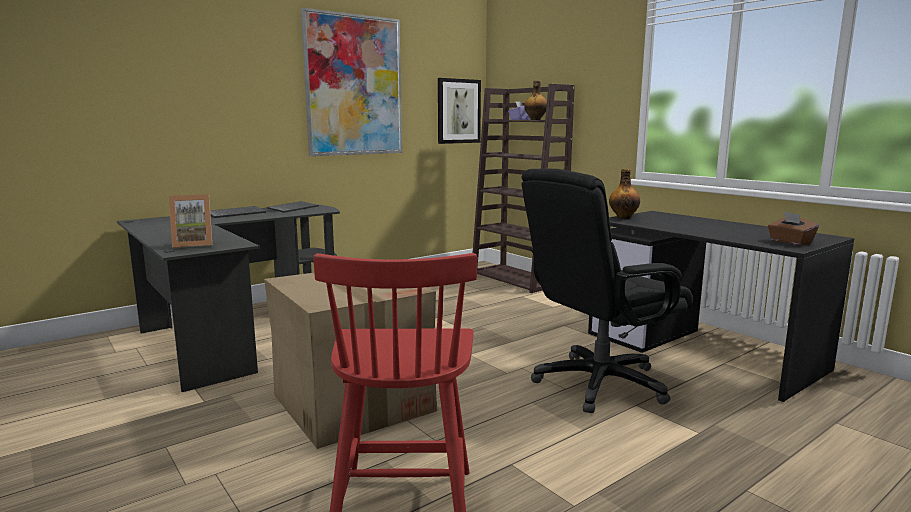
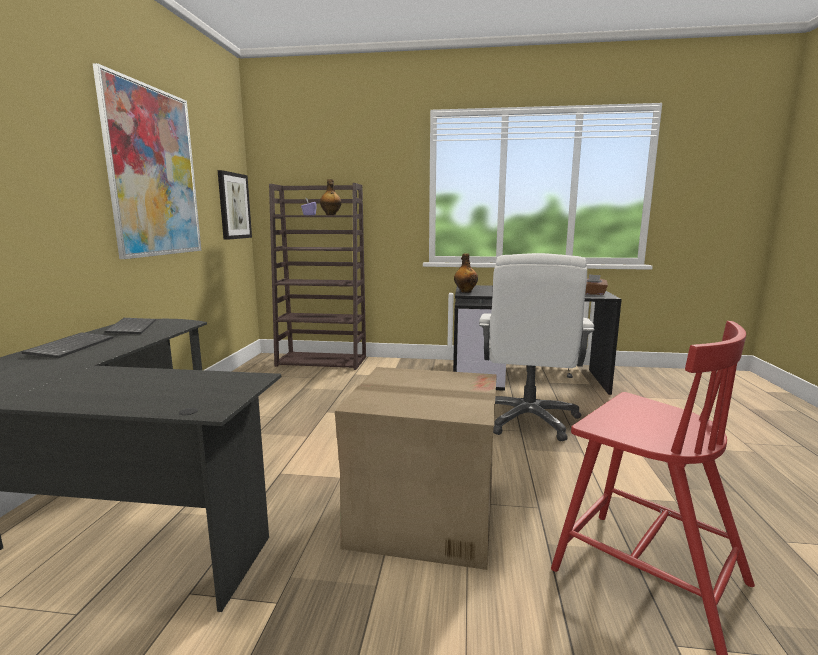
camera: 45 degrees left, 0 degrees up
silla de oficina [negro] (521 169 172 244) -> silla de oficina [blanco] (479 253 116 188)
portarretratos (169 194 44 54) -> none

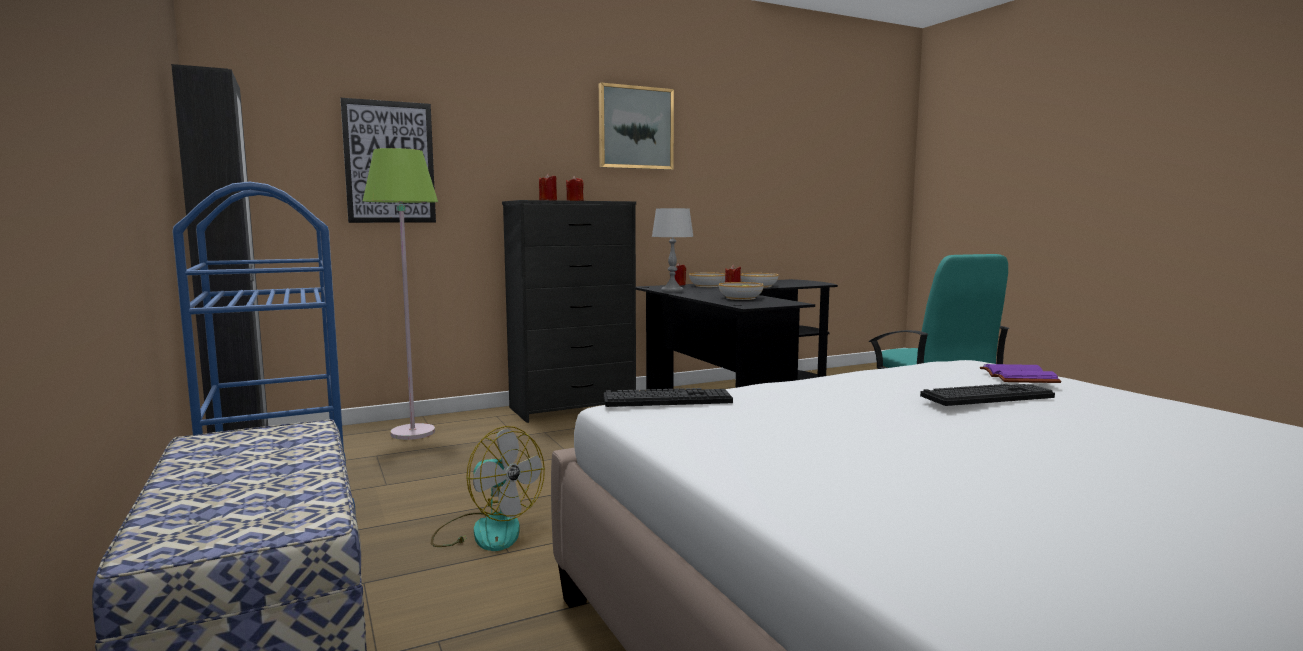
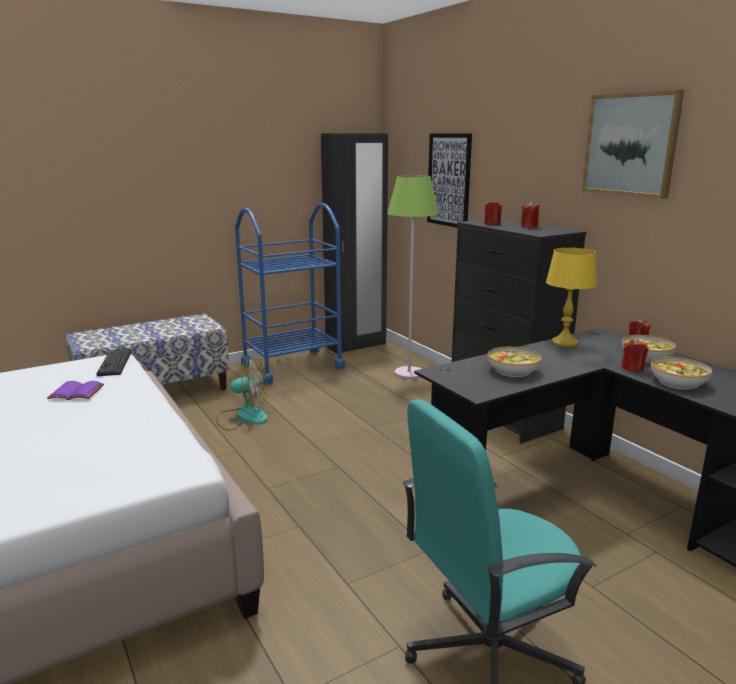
camera: 85 degrees right, 10 degrees up
lámpara de mesa [gris] (652 208 42 84) -> lámpara de mesa [amarillo] (546 248 51 100)
libro [morado] (980 364 82 19) -> libro [morado] (47 381 57 19), relocated
teclado (920 384 135 22) -> none
ventilador (431 426 114 125) -> ventilador (216 357 52 73), 120 degrees counterclockwise

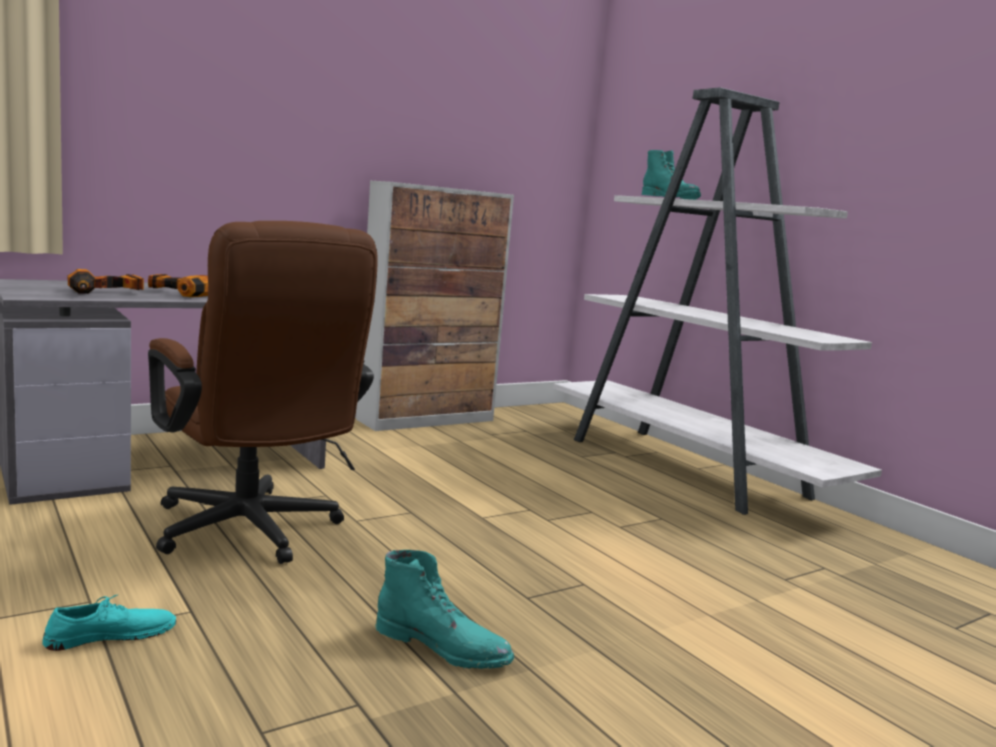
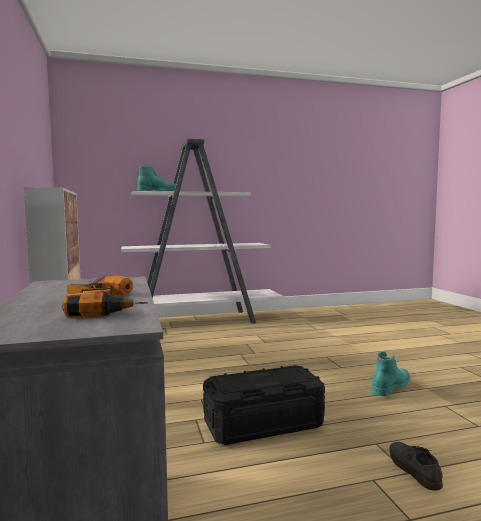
camera: 70 degrees left, 5 degrees down
silla de oficina [marrón] (148 221 230 343) -> caja de almacenaje [negro] (203 365 122 80)
zapato [turquesa] (42 595 134 56) -> zapato [gris] (389 442 54 49)

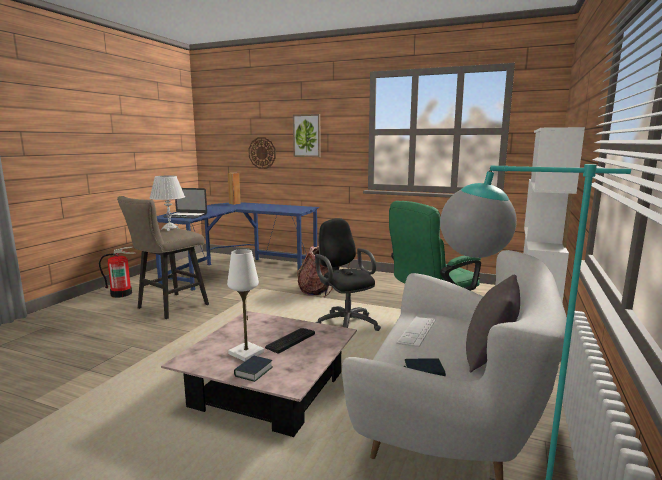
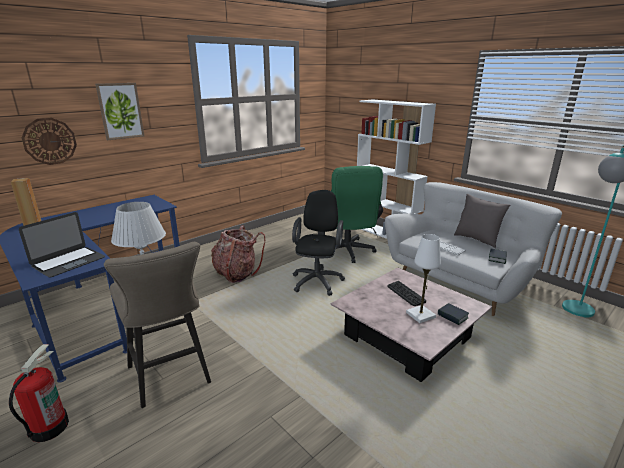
camera: 65 degrees left, 10 degrees up
silla de oficina [negro] (315 218 66 113) -> silla de oficina [negro] (292 190 53 106), 105 degrees clockwise

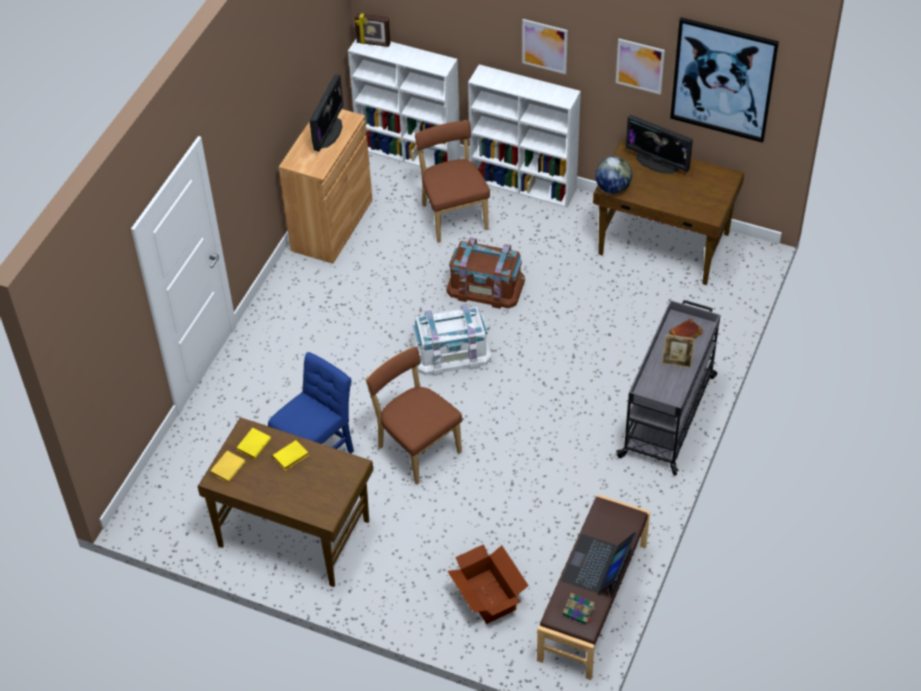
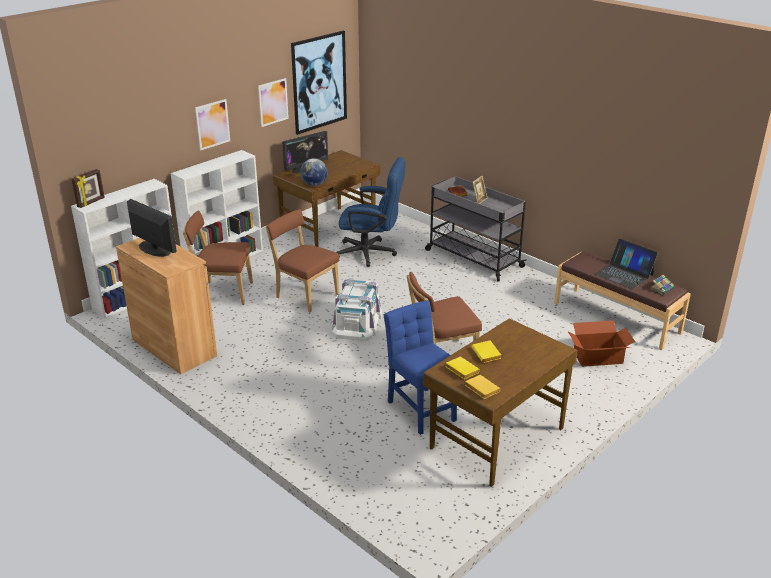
camera: 70 degrees left, 20 degrees down
caja de almacenaje [marrón] (446 237 79 72) -> silla [marrón] (266 209 73 103)
none -> silla de oficina [azul] (336 157 69 110)

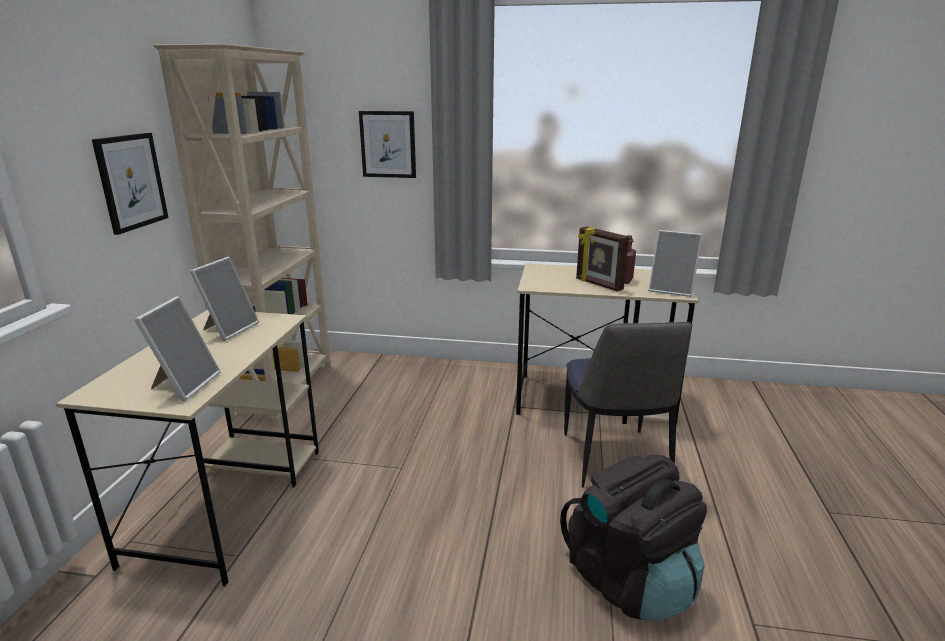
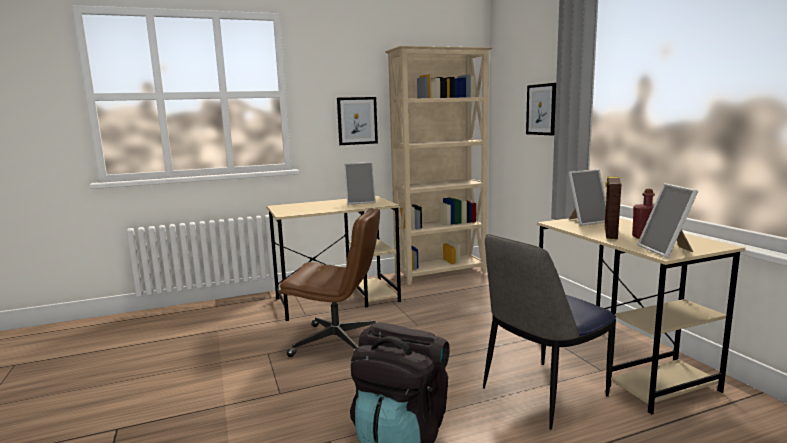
camera: 60 degrees right, 10 degrees down
portarretratos (134 296 86 105) -> portarretratos (569 169 37 57), relocated
none -> silla de oficina [marrón] (280 208 100 149)

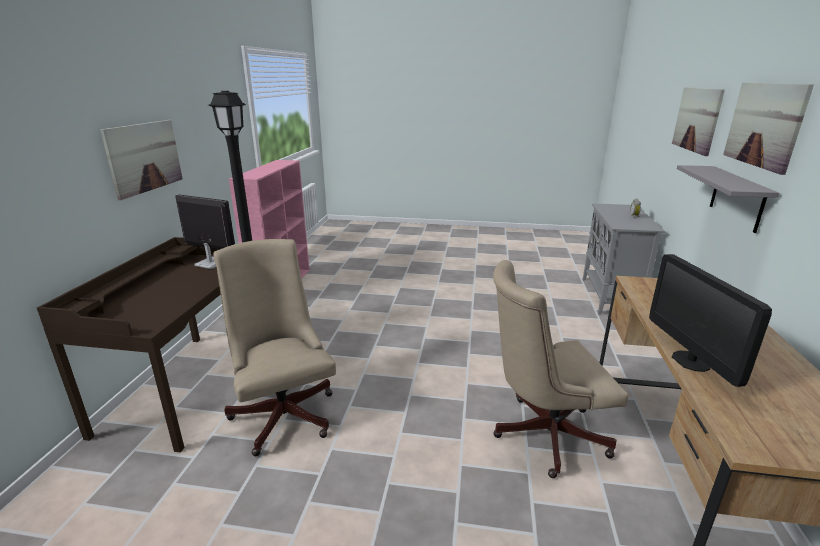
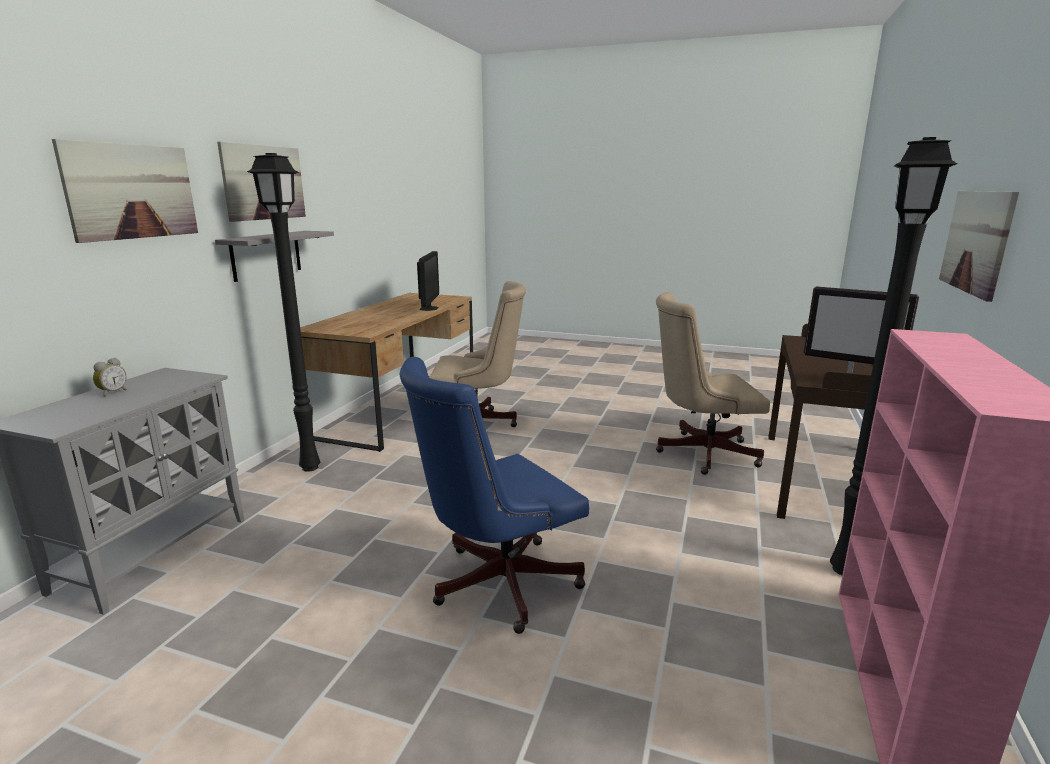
camera: 170 degrees left, 5 degrees down
silla de oficina [beis] (213 239 123 217) -> silla de oficina [beis] (656 292 114 183), 105 degrees clockwise
none -> lámpara de pie [negro] (247 153 73 319)
none -> silla de oficina [azul] (400 357 189 277)

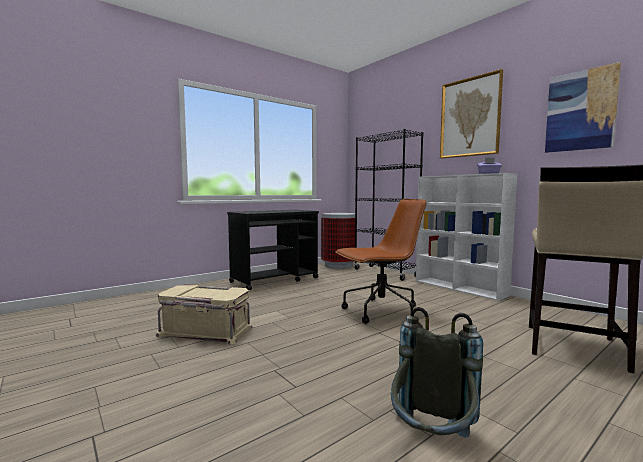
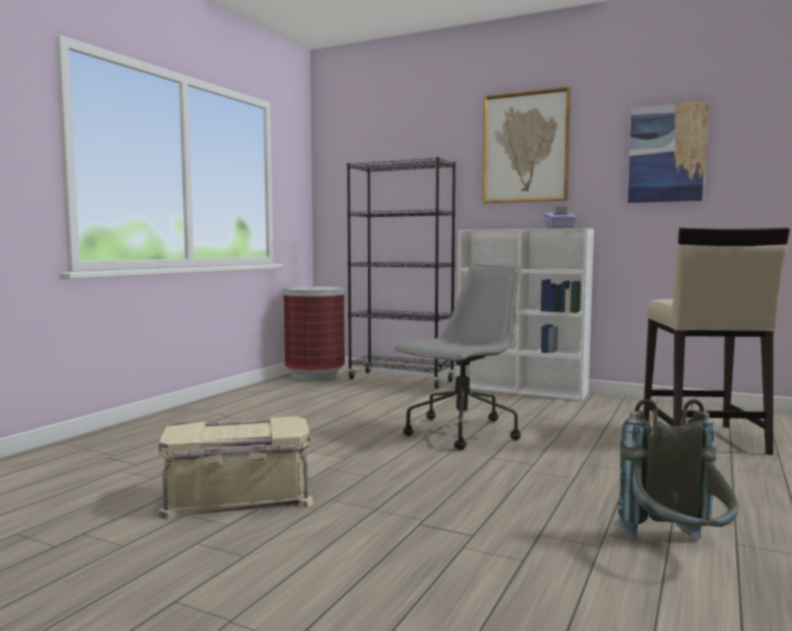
camera: 25 degrees left, 0 degrees up
silla de oficina [marrón] (336 199 91 125) -> silla de oficina [gris] (393 265 128 185)
carrito [negro] (227 210 92 80) -> none

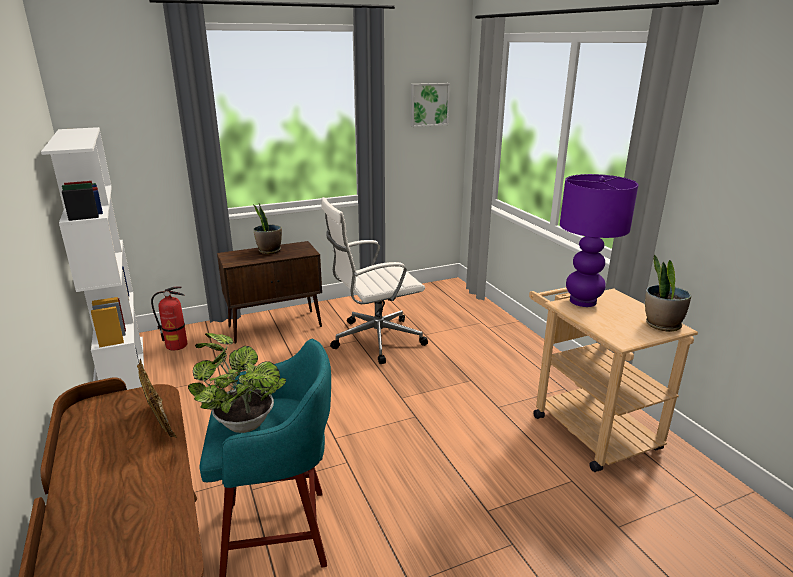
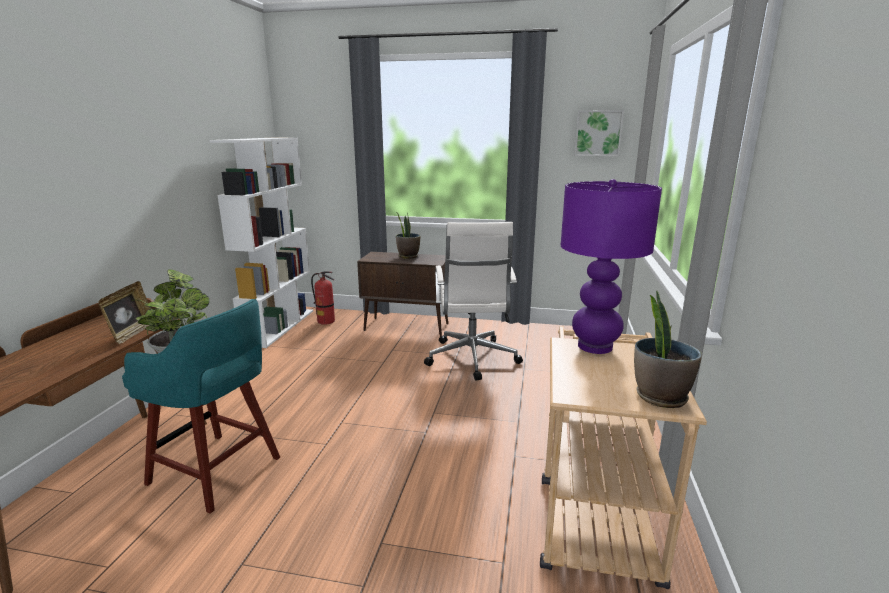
camera: 35 degrees right, 5 degrees down
silla de oficina [blanco] (321 197 107 167) -> silla de oficina [blanco] (424 222 99 159), 105 degrees counterclockwise

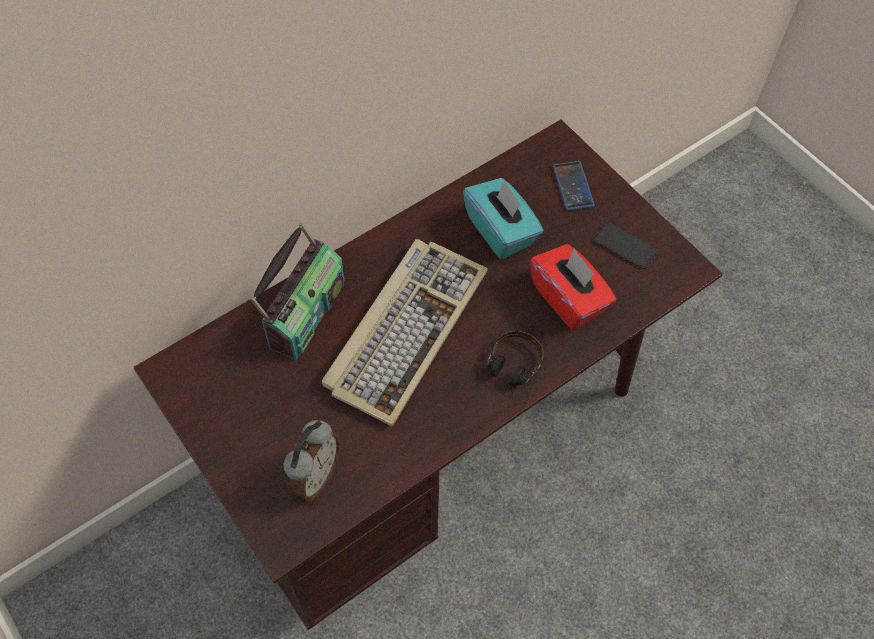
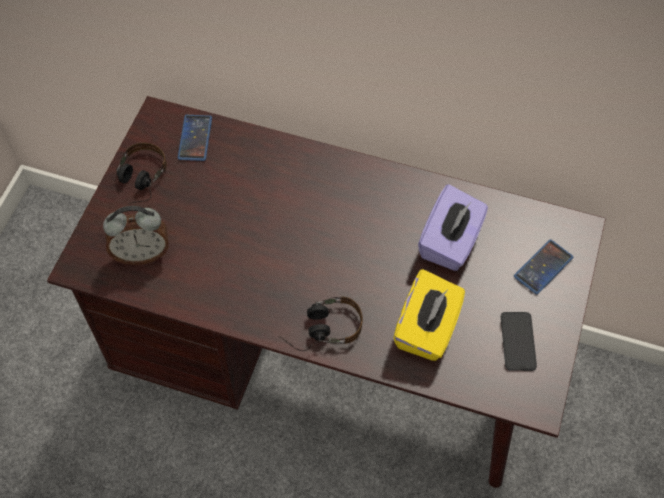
camera: 55 degrees right, 0 degrees up
caja de pañuelos [turquesa] (463 178 80 81) -> caja de pañuelos [morado] (418 184 70 87)
radio (250 223 95 137) -> none
teclado (322 239 165 187) -> none
caja de pañuelos [rojo] (530 244 86 86) -> caja de pañuelos [amarillo] (393 269 72 92)
none -> móvil (178 115 34 46)
none -> auriculares (116 143 51 61)

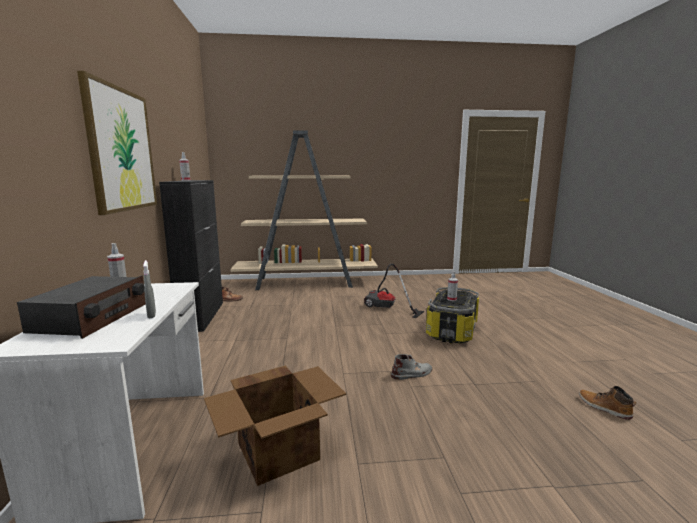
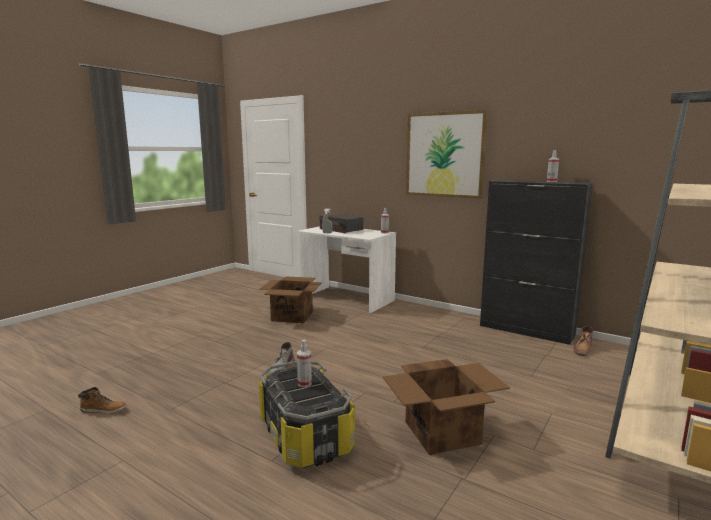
camera: 130 degrees right, 0 degrees up
aspiradora (364 264 60 54) -> caja de cartón (383 359 127 96)

